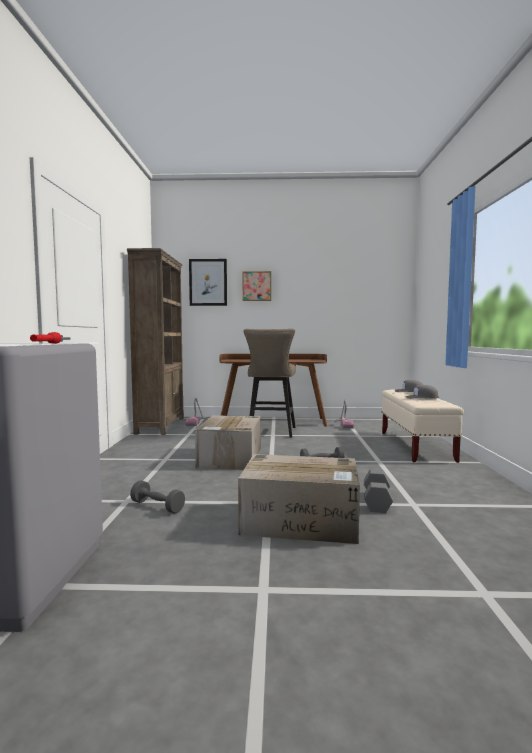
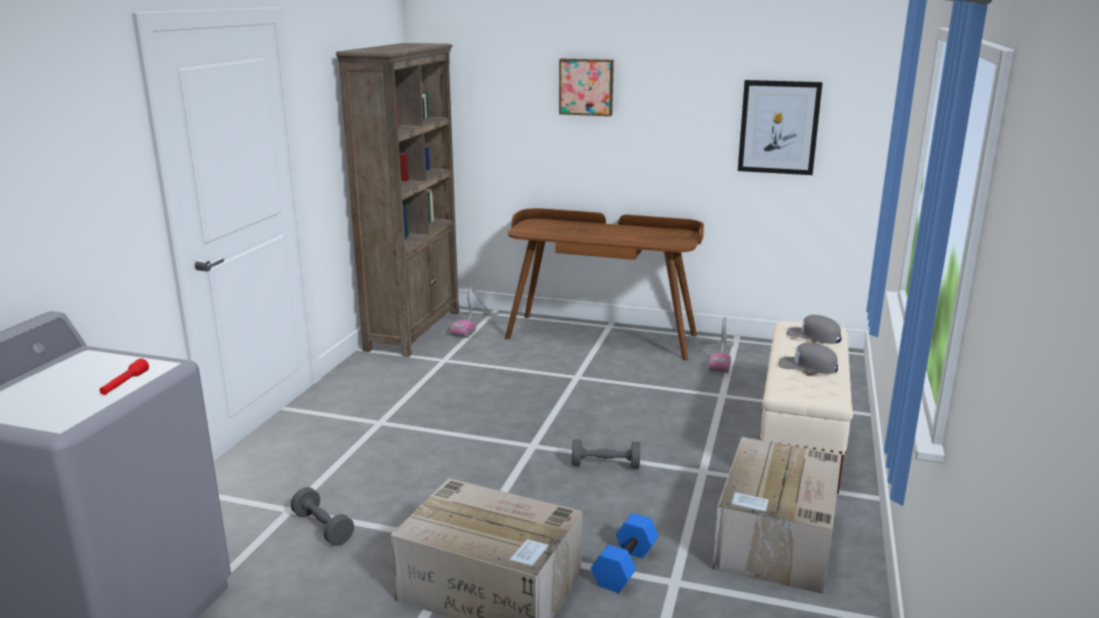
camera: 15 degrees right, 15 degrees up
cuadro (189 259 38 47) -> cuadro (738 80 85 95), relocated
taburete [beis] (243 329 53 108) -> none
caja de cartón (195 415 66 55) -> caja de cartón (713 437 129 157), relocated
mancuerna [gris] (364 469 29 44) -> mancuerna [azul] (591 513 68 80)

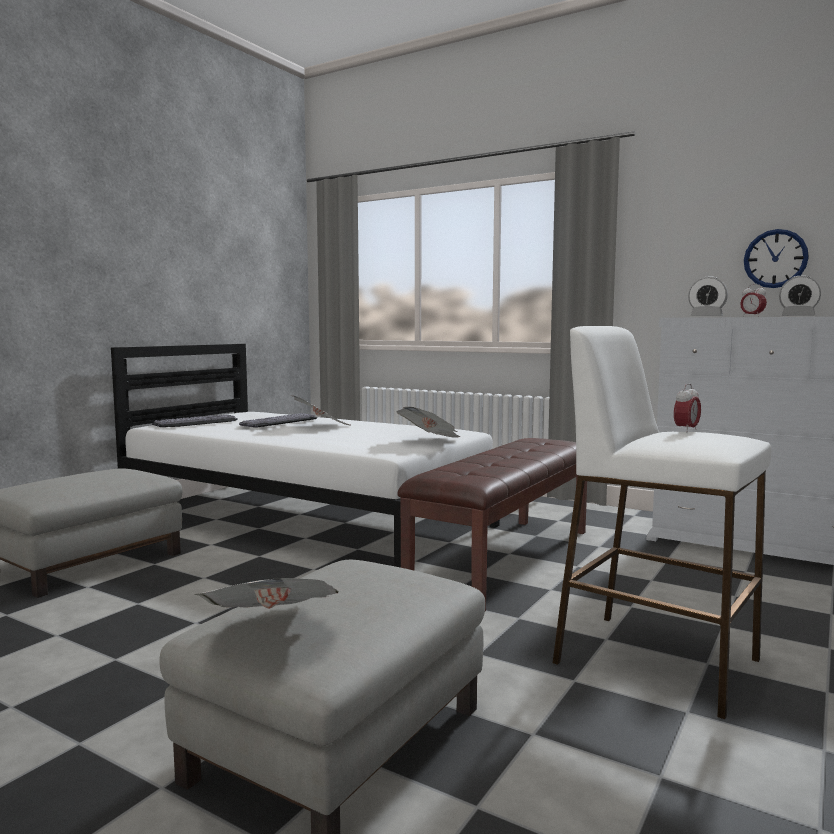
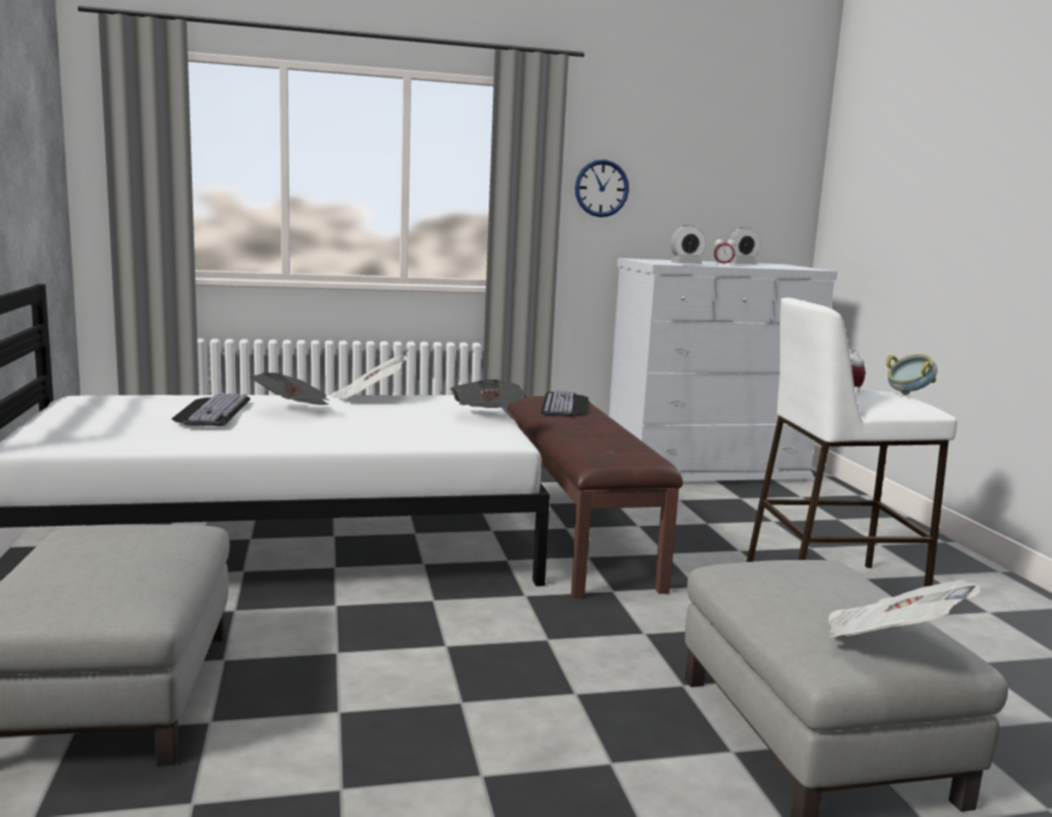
camera: 45 degrees left, 5 degrees up
reloj de pared (744 229 65 59) -> reloj de pared (575 160 54 57), relocated
teclado (152 414 86 13) -> teclado (541 390 48 27), relocated
none -> cuenco (886 354 52 41)
none -> periódico (330 356 78 43)

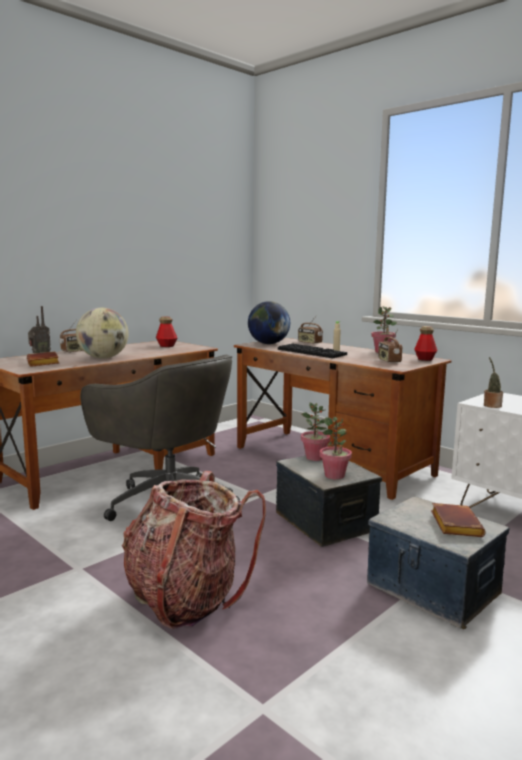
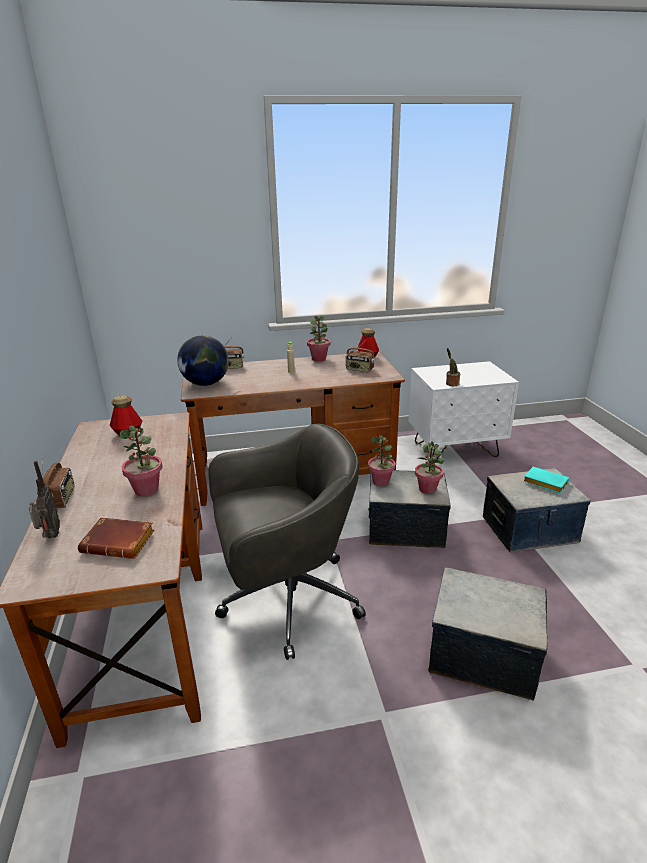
camera: 55 degrees left, 15 degrees up
globo terráqueo (76 308 53 50) -> planta en maceta (120 425 43 72)
teclado (278 343 69 15) -> none
mochila (122 471 144 158) -> caja de almacenaje (428 568 119 133)
libro [marrón] (431 503 55 34) -> libro [turquesa] (523 467 46 26)

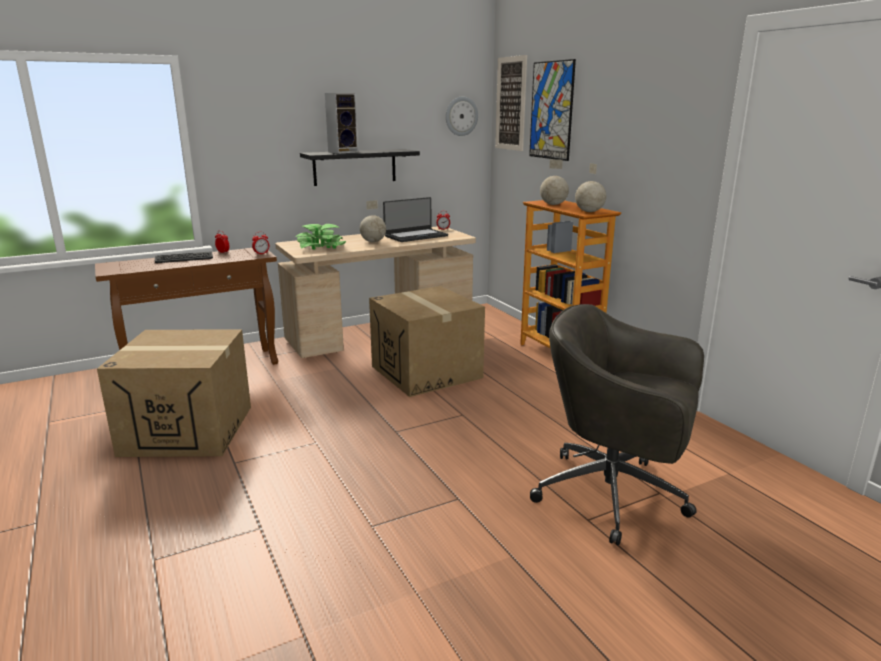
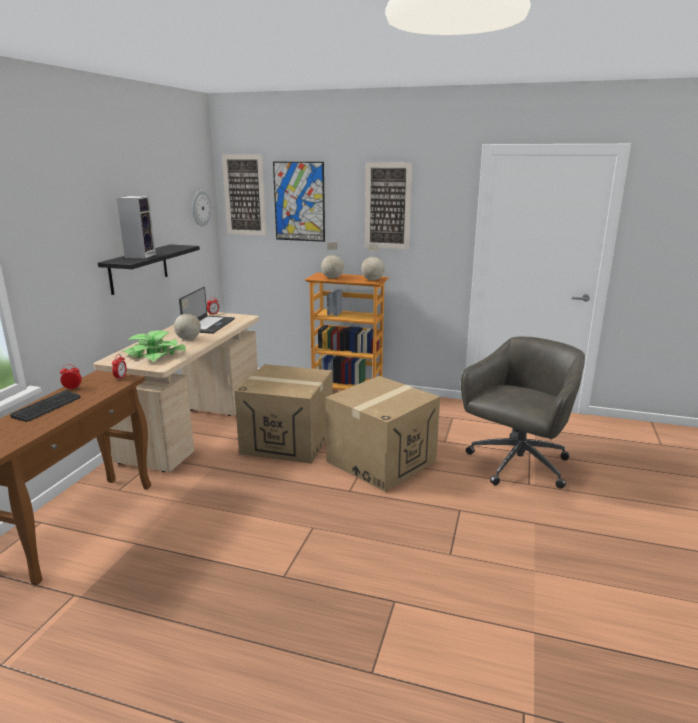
camera: 45 degrees left, 0 degrees up
silla de oficina [gris] (530 304 174 241) -> silla de oficina [gris] (461 337 124 152), 150 degrees clockwise
caja de cartón (97 329 154 128) -> caja de cartón (325 376 115 116), relocated
none -> cuadro (365 162 47 87)

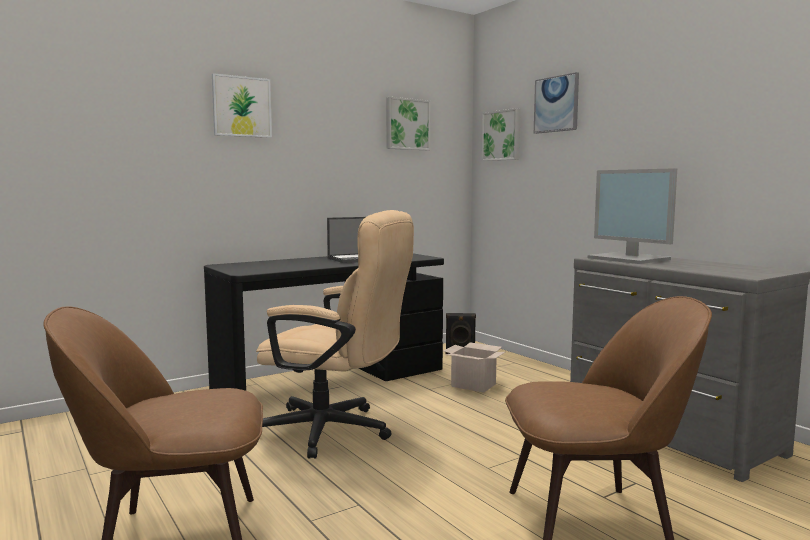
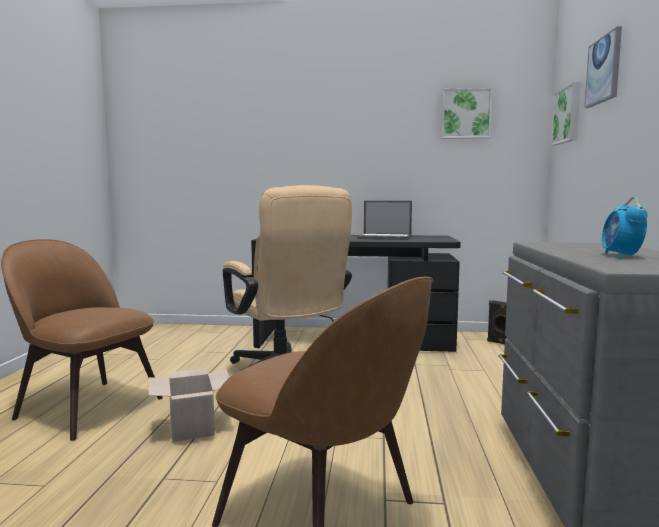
camera: 40 degrees right, 0 degrees up
cuadro (212 73 60 65) -> none
monitor (588 168 89 96) -> none
caja de cartón (443 342 62 51) -> caja de cartón (149 368 81 74), relocated
none -> despertador (602 197 45 61)

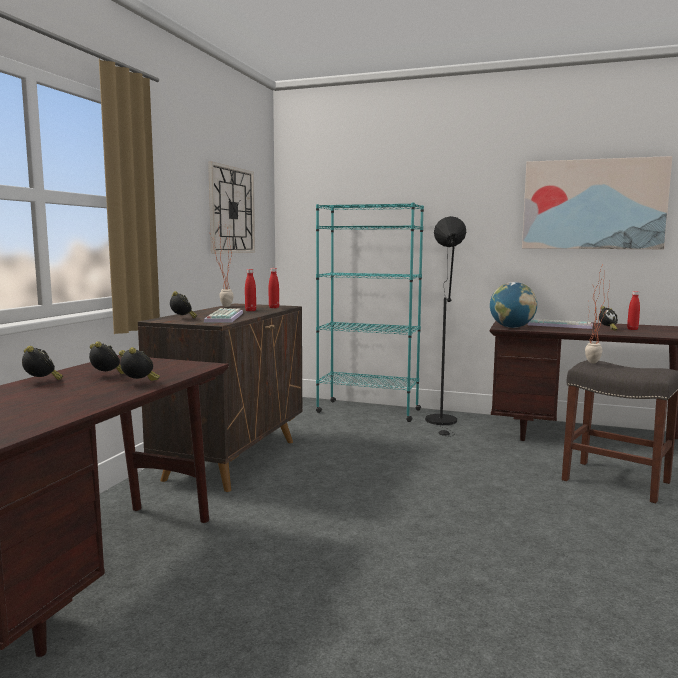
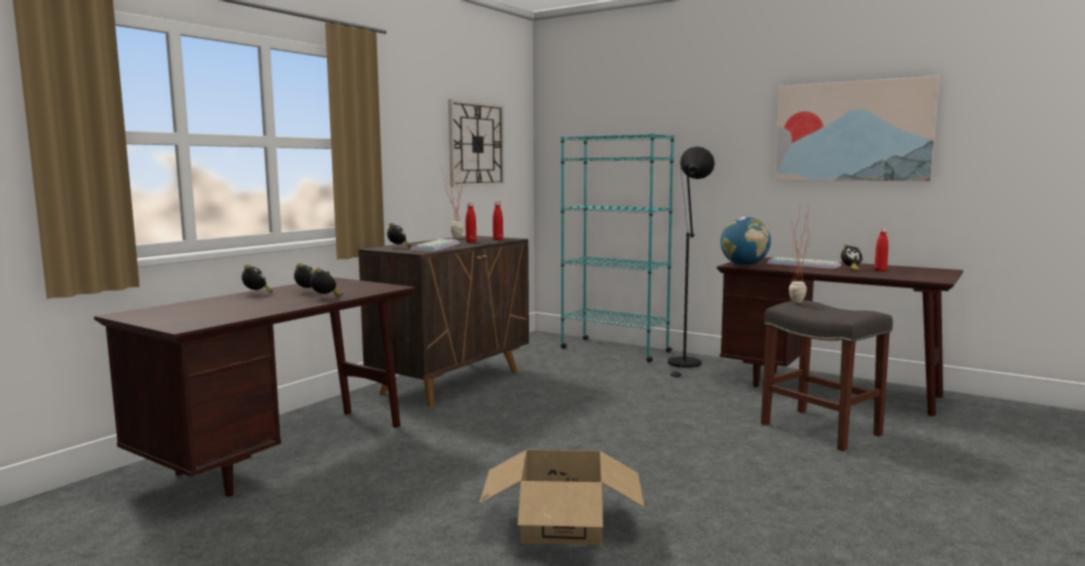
camera: 15 degrees right, 0 degrees up
none -> caja de cartón (479 450 165 95)

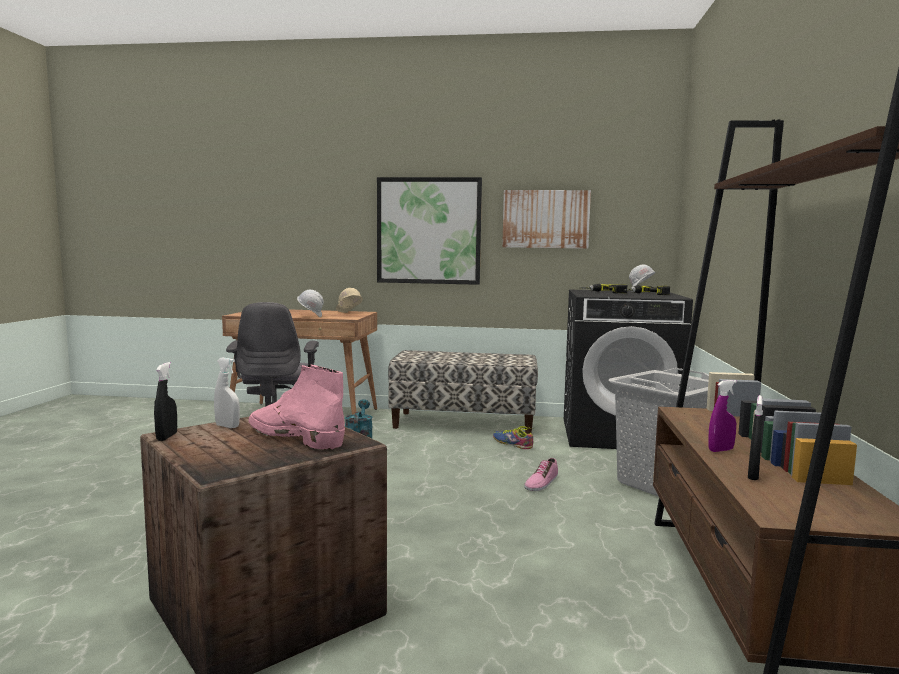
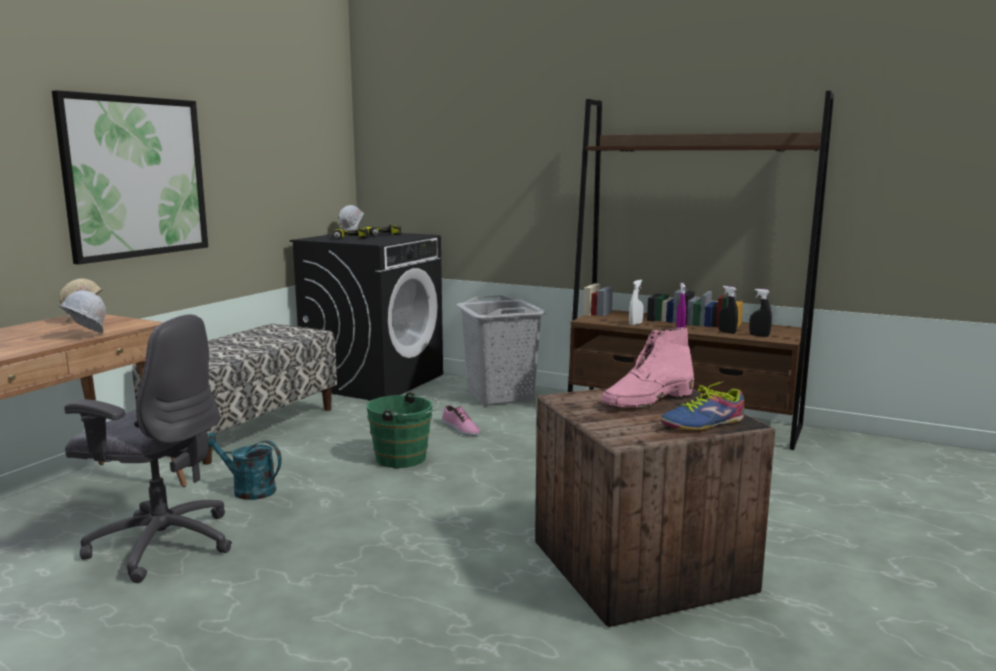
camera: 70 degrees left, 5 degrees up
cuadro (502 190 89 59) -> none
pulverizador [blanco] (214 358 26 70) -> pulverizador [blanco] (629 280 15 45), relocated
pulverizador [negro] (154 362 23 79) -> pulverizador [negro] (749 289 23 48), relocated
zapato (493 426 41 23) -> zapato (661 381 83 49), relocated
none -> cubo [verde] (367 392 72 76)

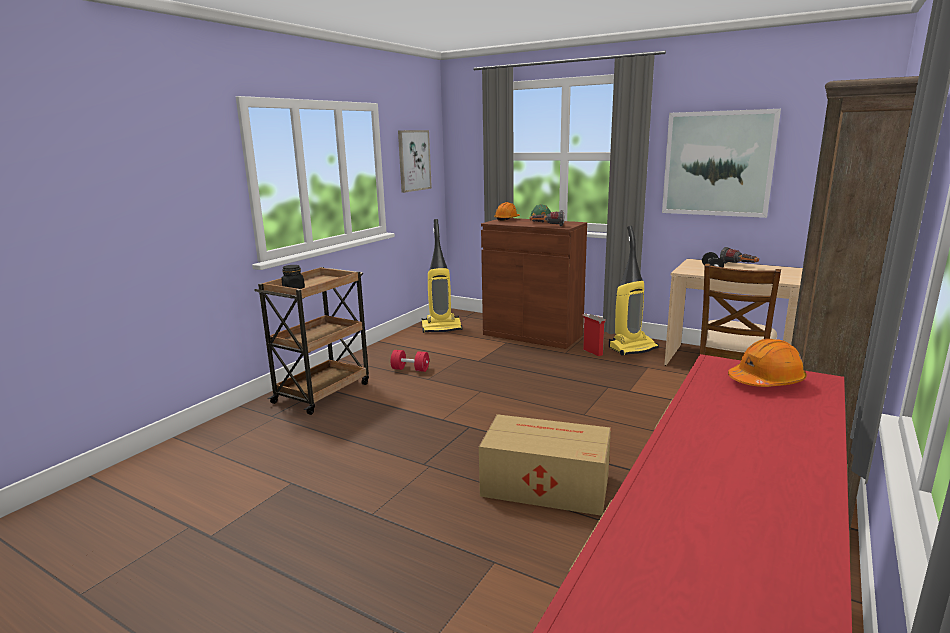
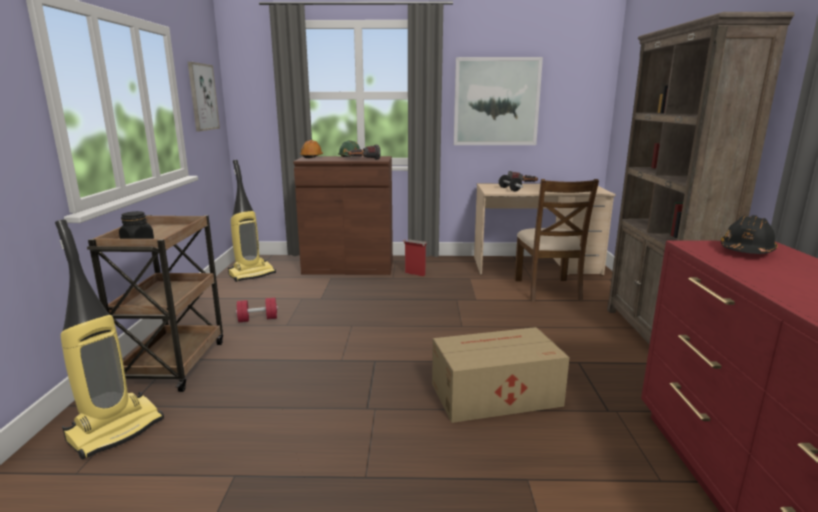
camera: 30 degrees left, 0 degrees up
aspiradora (609 226 50 130) -> aspiradora (55 219 109 241), relocated
casco [naranja] (728 339 79 48) -> casco [negro] (721 215 57 39)

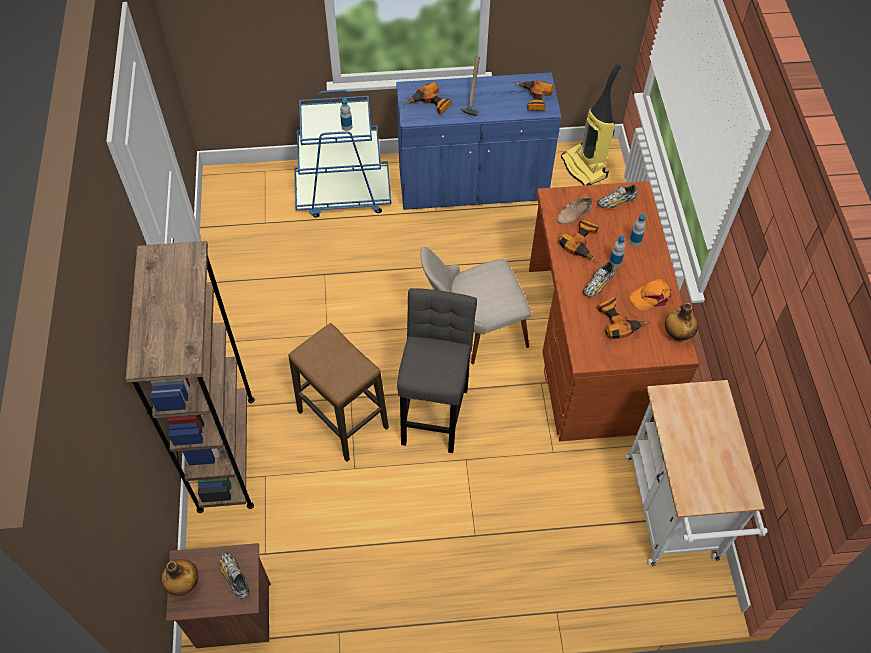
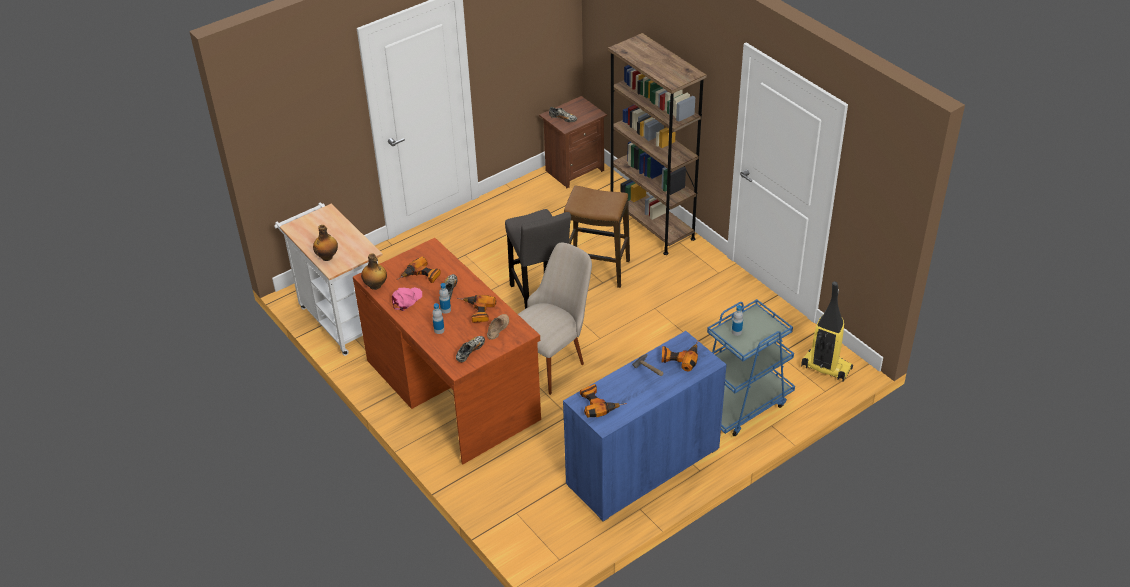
camera: 150 degrees right, 15 degrees down
aspiradora (561 63 60 123) -> aspiradora (801 281 52 101), relocated
gorra [naranja] (629 279 42 31) -> gorra [rosa] (392 287 30 24)
botella (161 559 38 37) -> botella (313 225 25 36), relocated

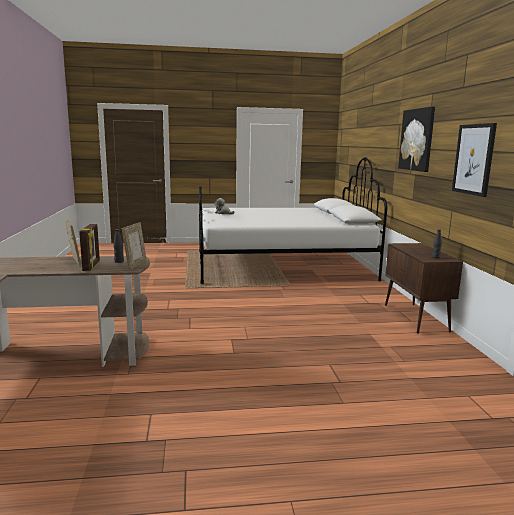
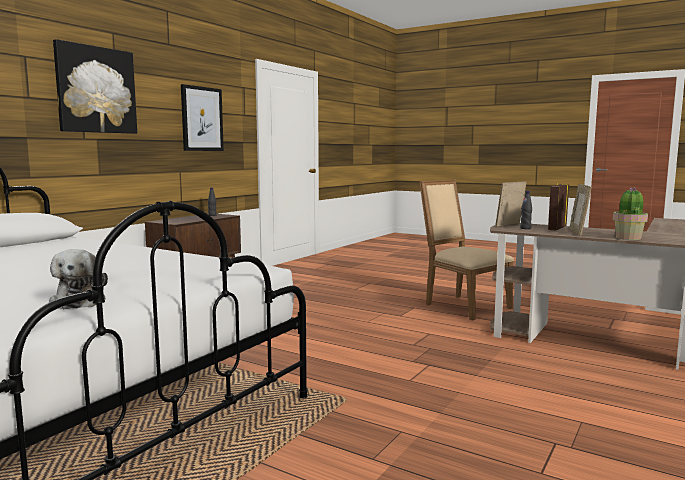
camera: 140 degrees left, 5 degrees down
none -> silla [beis] (420 180 94 140)
none -> planta en maceta (613 187 35 53)

